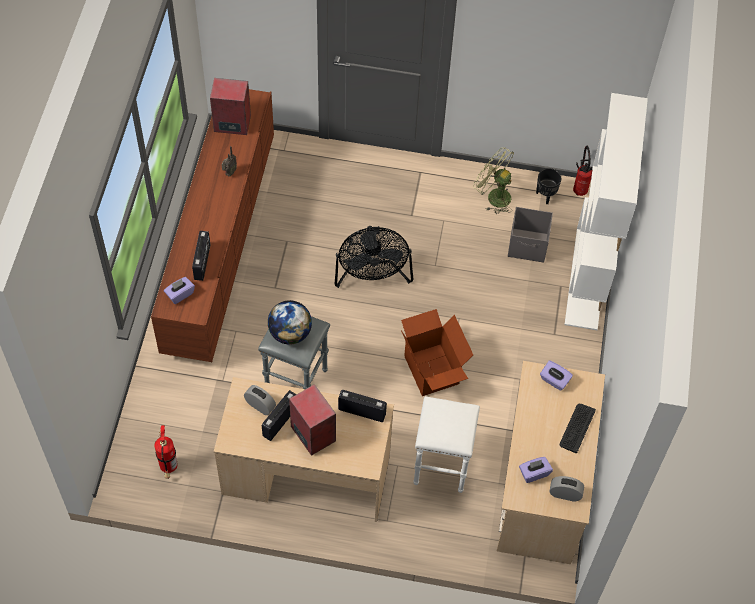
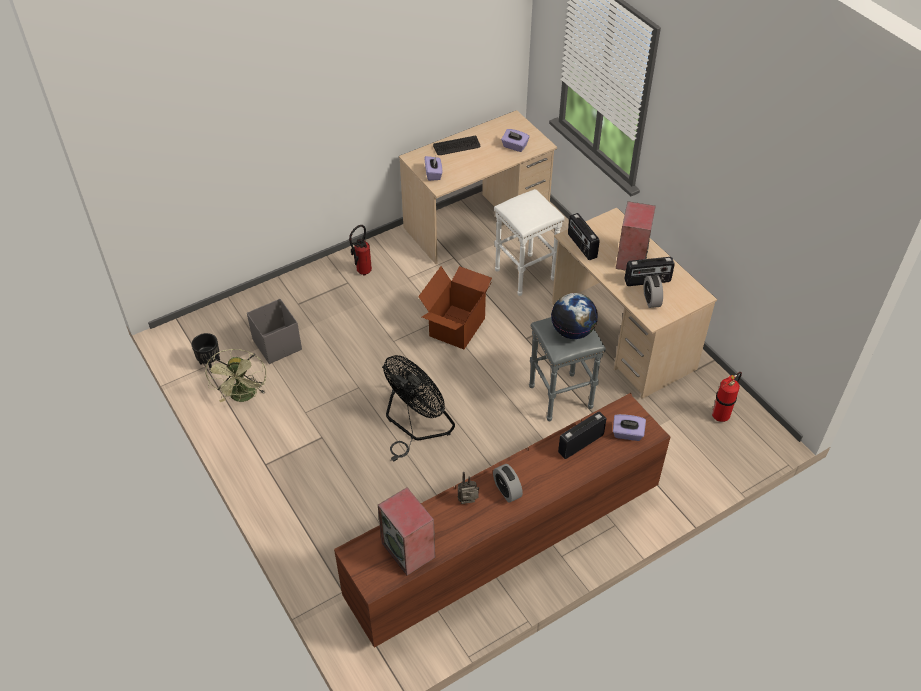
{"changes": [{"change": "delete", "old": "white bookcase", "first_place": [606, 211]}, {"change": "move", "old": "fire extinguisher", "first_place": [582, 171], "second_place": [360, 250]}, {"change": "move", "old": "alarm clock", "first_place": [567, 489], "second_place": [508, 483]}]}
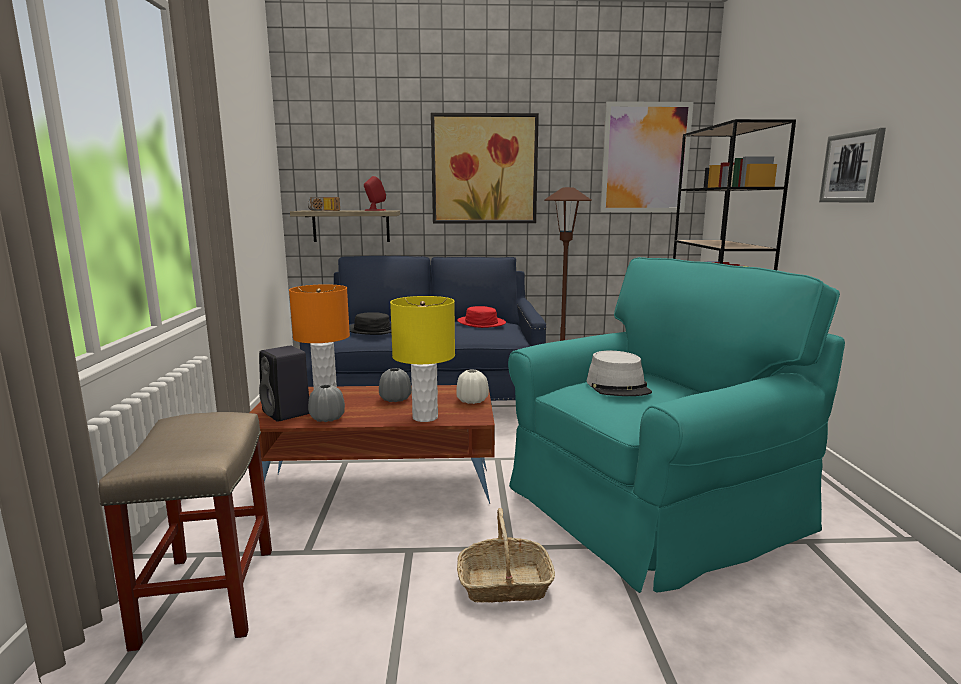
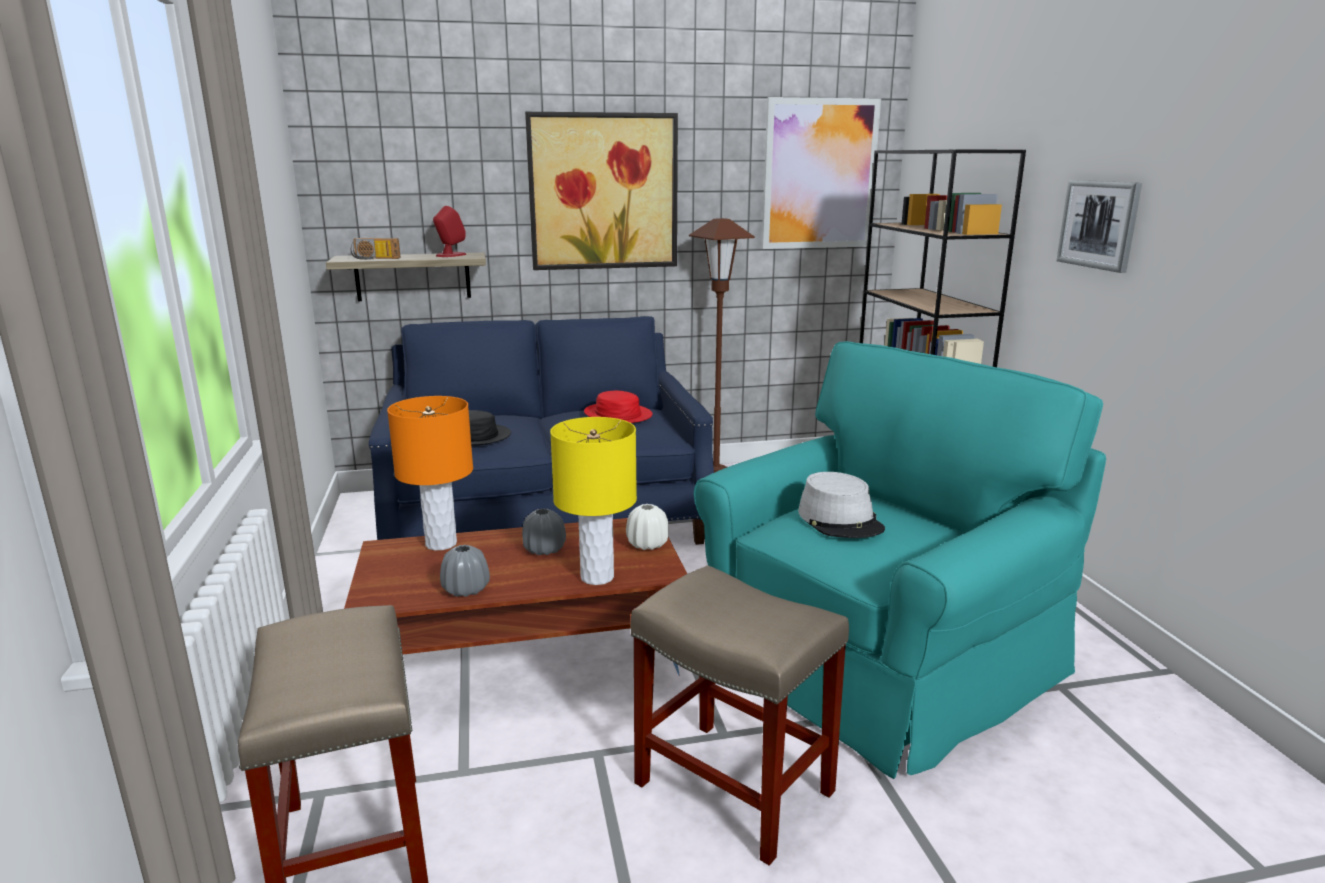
{"changes": [{"change": "delete", "old": "black speaker", "first_place": [284, 384]}, {"change": "replace", "old": "basket", "new": "beige stool", "first_place": [506, 555], "second_place": [740, 715]}]}
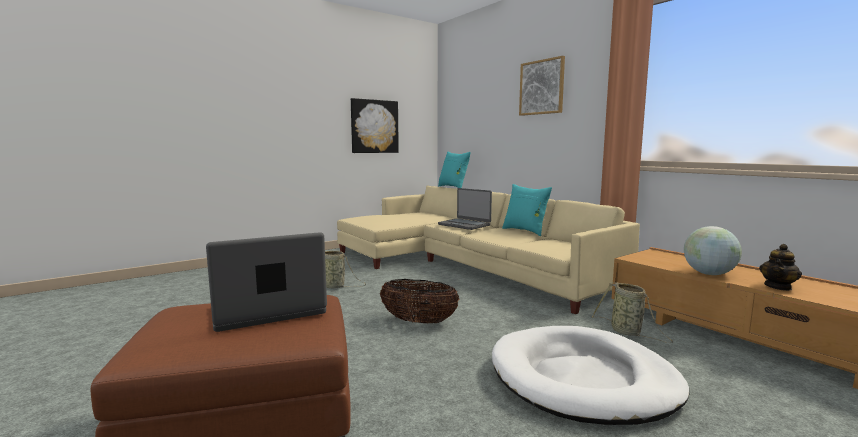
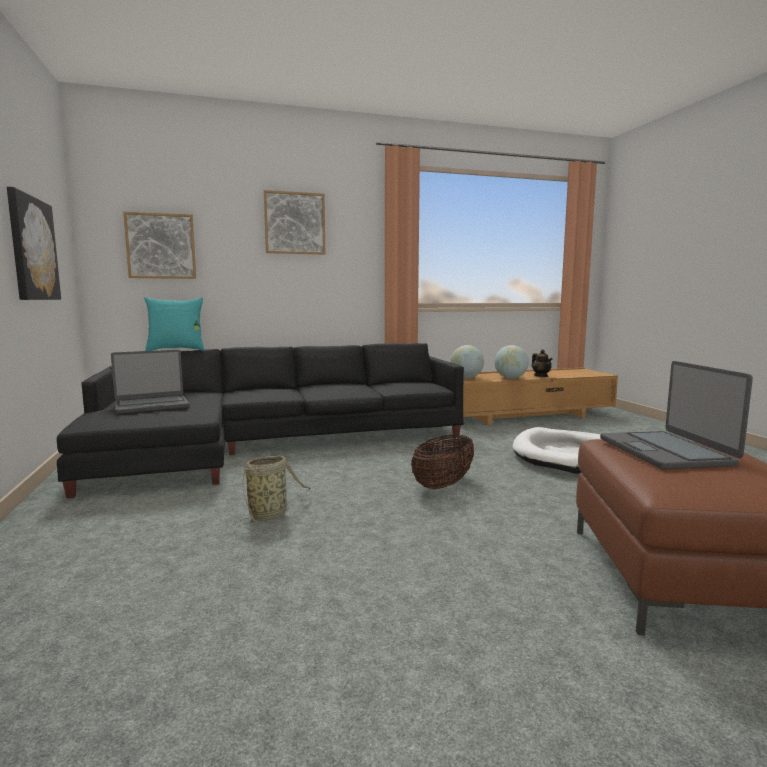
{"changes": [{"change": "delete", "old": "turquoise pillow", "first_place": [527, 210]}, {"change": "recolor", "old": "beige sofa", "new": "black sofa", "first_place": [488, 249], "second_place": [260, 420]}, {"change": "move", "old": "laptop", "first_place": [465, 209], "second_place": [150, 382]}, {"change": "delete", "old": "basket", "first_place": [632, 312]}, {"change": "insert", "new": "picture", "second_place": [159, 245]}, {"change": "insert", "new": "globe", "second_place": [467, 362]}]}
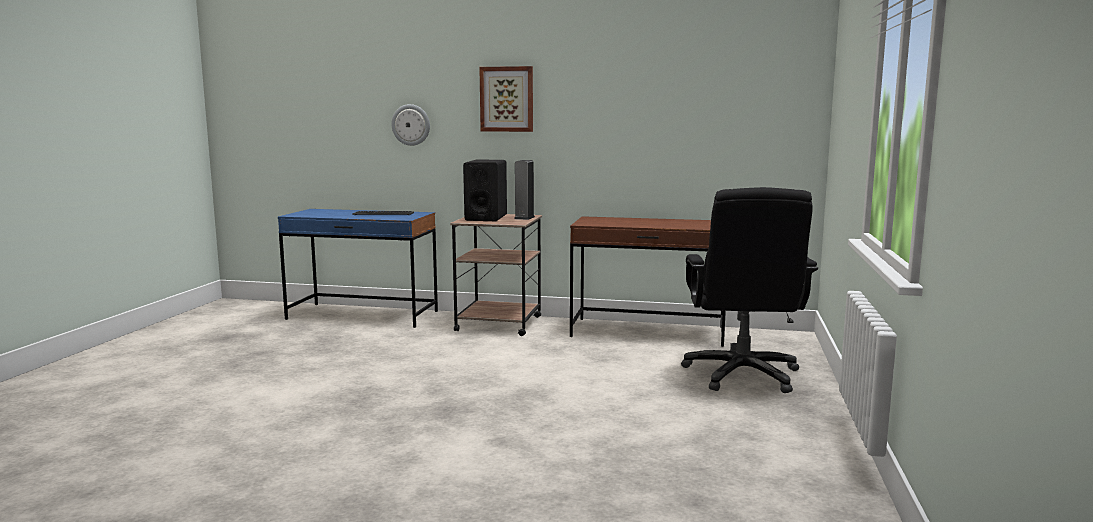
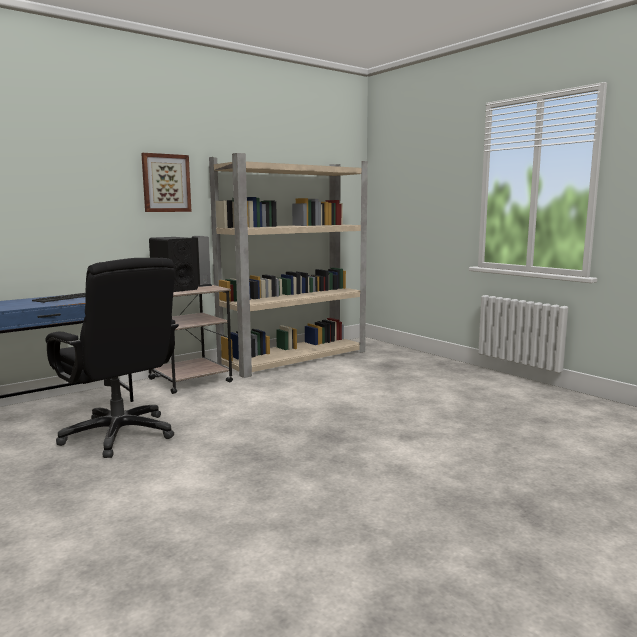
{"changes": [{"change": "delete", "old": "wall clock", "first_place": [410, 125]}, {"change": "move", "old": "black office chair", "first_place": [749, 290], "second_place": [112, 358]}, {"change": "replace", "old": "brown desk", "new": "beige bookcase", "first_place": [648, 281], "second_place": [288, 265]}]}
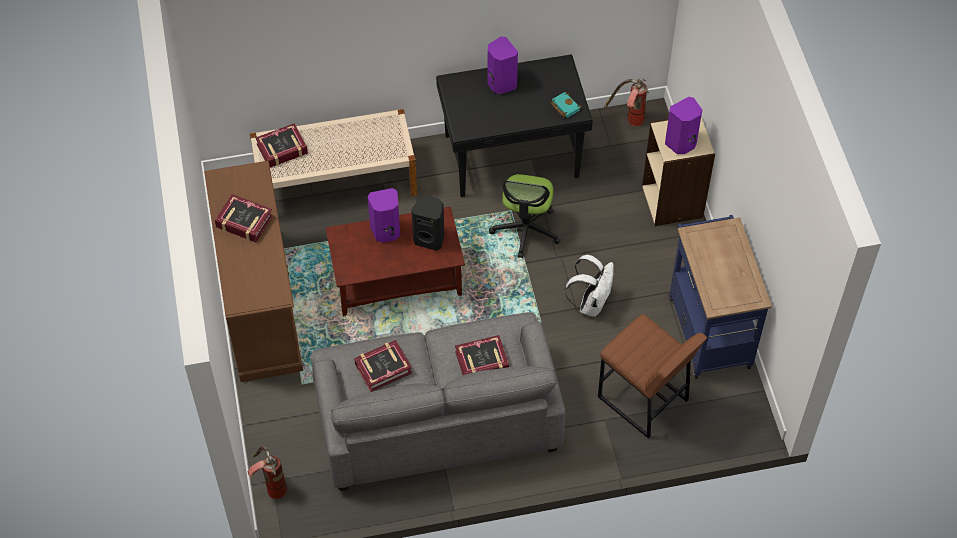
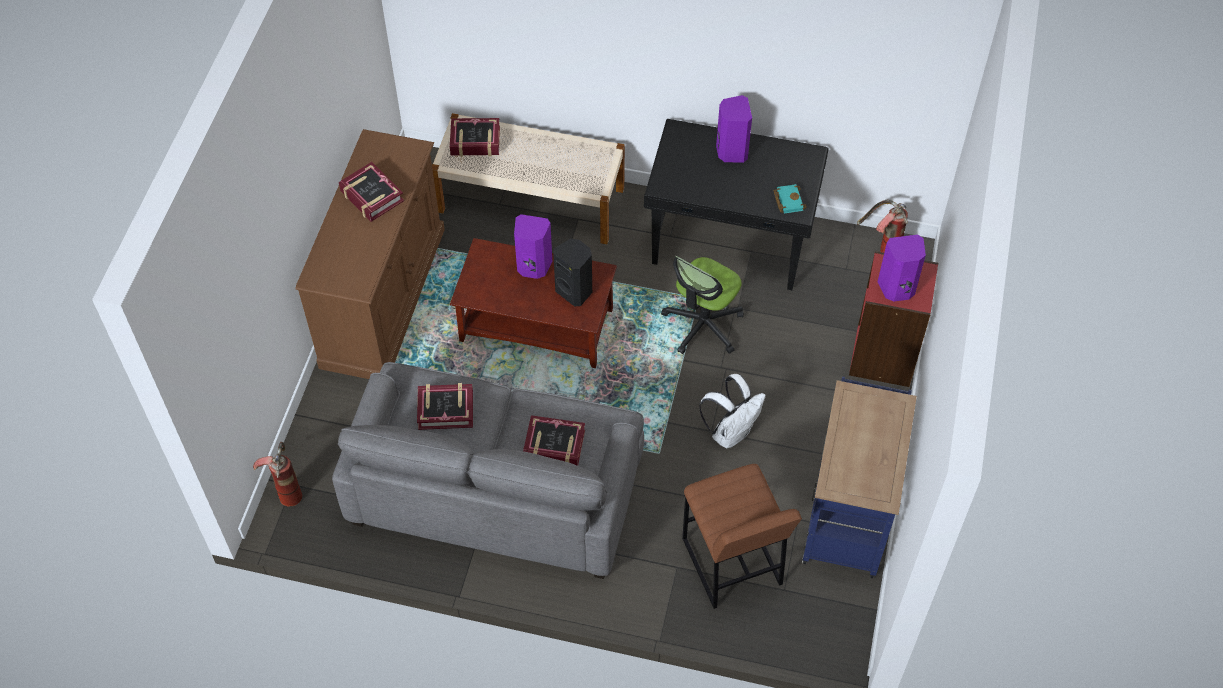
{"changes": [{"change": "recolor", "old": "beige bookcase", "new": "red bookcase", "first_place": [678, 171], "second_place": [893, 319]}]}
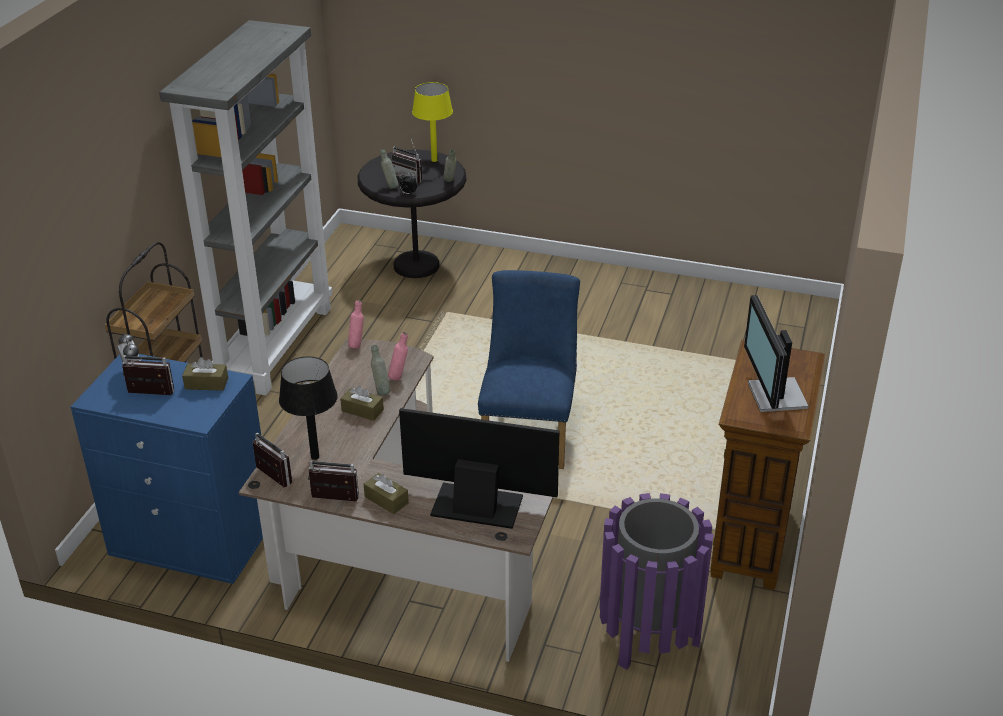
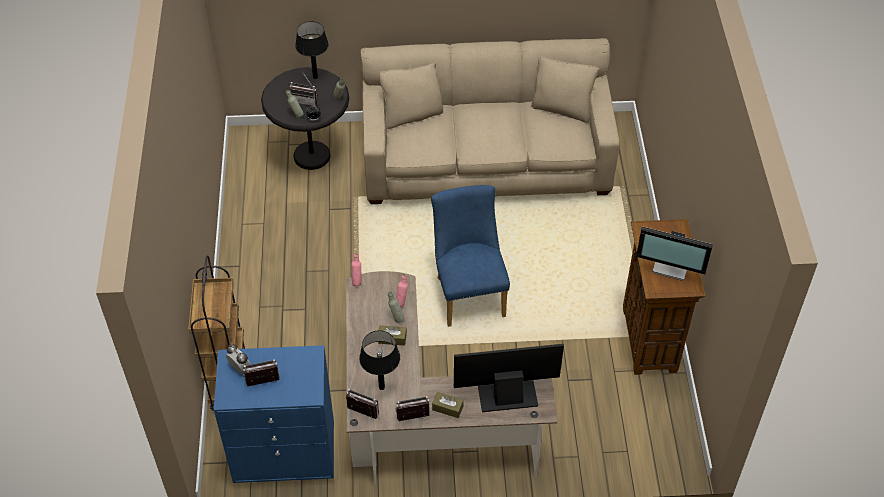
{"changes": [{"change": "delete", "old": "grey bookcase", "first_place": [246, 208]}, {"change": "recolor", "old": "yellow table lamp", "new": "black table lamp", "first_place": [432, 122], "second_place": [312, 50]}, {"change": "rotate", "old": "monitor", "first_place": [776, 353], "second_place": [674, 253], "degrees": -45}, {"change": "delete", "old": "brown tissue box", "first_place": [205, 374]}, {"change": "delete", "old": "purple trash can", "first_place": [656, 581]}, {"change": "insert", "new": "beige sofa", "second_place": [489, 121]}]}
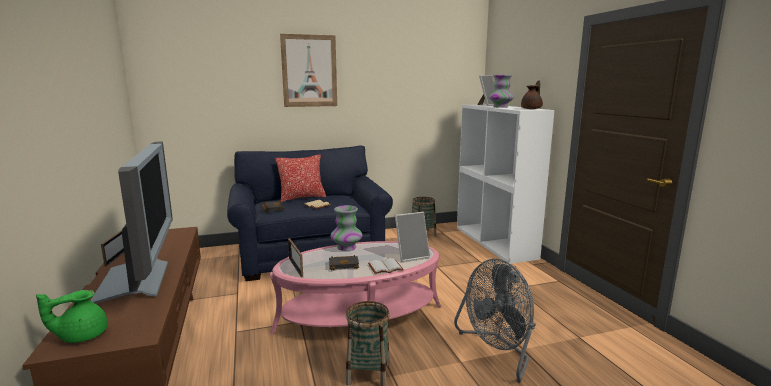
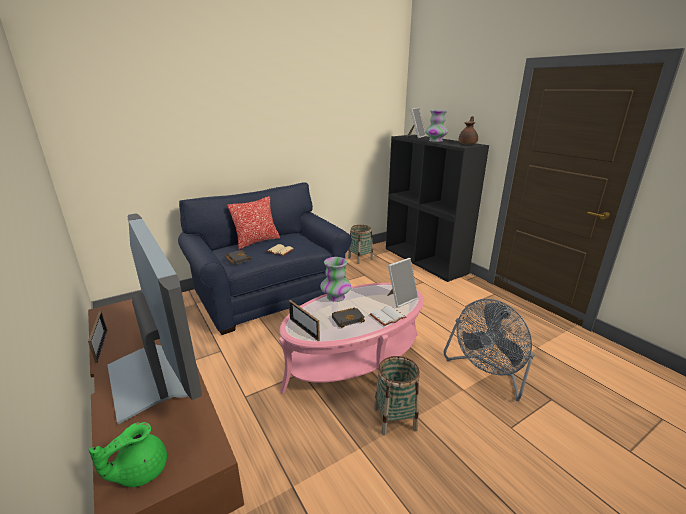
{"changes": [{"change": "delete", "old": "picture", "first_place": [308, 70]}, {"change": "recolor", "old": "white bookcase", "new": "black bookcase", "first_place": [505, 184], "second_place": [437, 208]}]}
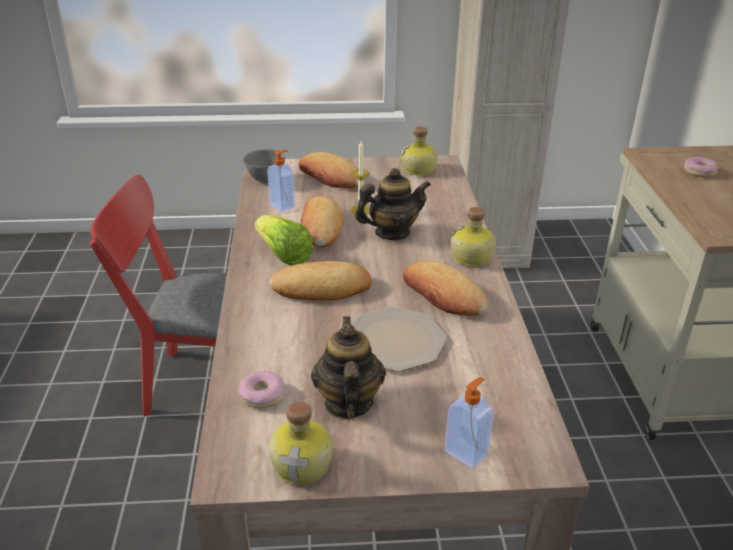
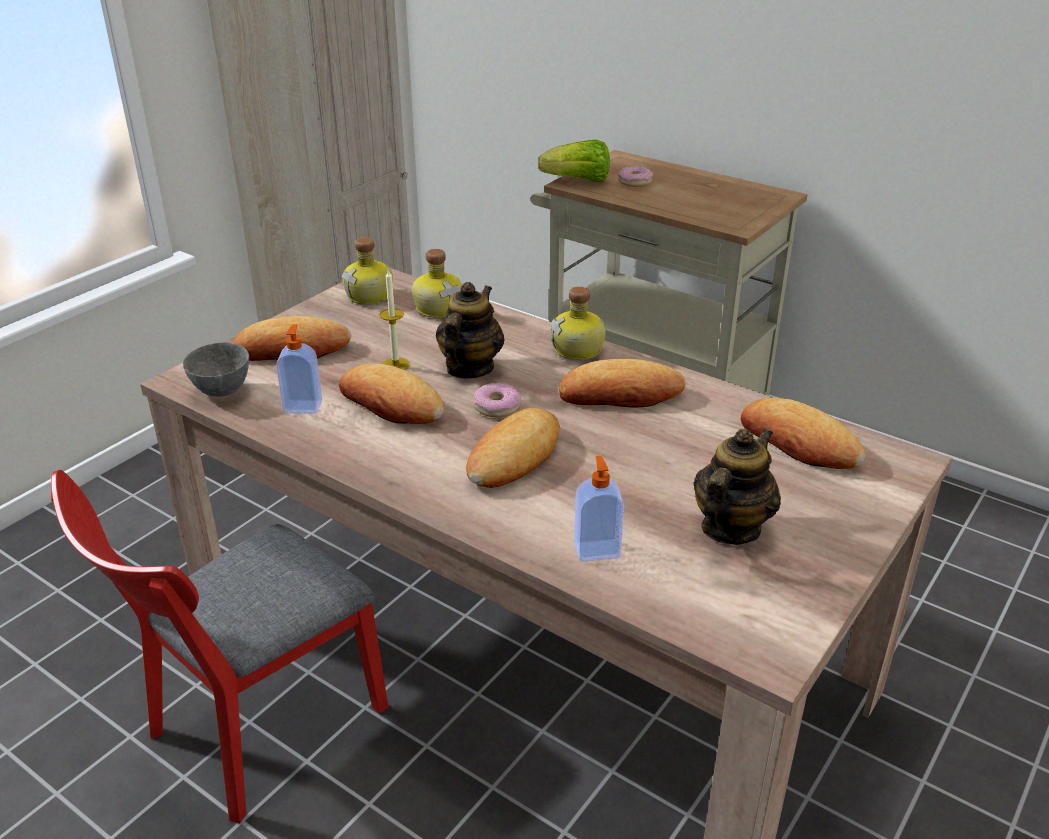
{"changes": [{"change": "move", "old": "lettuce", "first_place": [284, 240], "second_place": [574, 161]}, {"change": "delete", "old": "plate", "first_place": [399, 339]}, {"change": "rotate", "old": "teapot", "first_place": [348, 367], "second_place": [737, 486], "degrees": 90}, {"change": "move", "old": "donut", "first_place": [262, 389], "second_place": [497, 400]}, {"change": "move", "old": "soap dispenser", "first_place": [469, 423], "second_place": [599, 509]}, {"change": "move", "old": "bottle", "first_place": [300, 443], "second_place": [437, 283]}, {"change": "insert", "new": "bread", "second_place": [803, 433]}]}
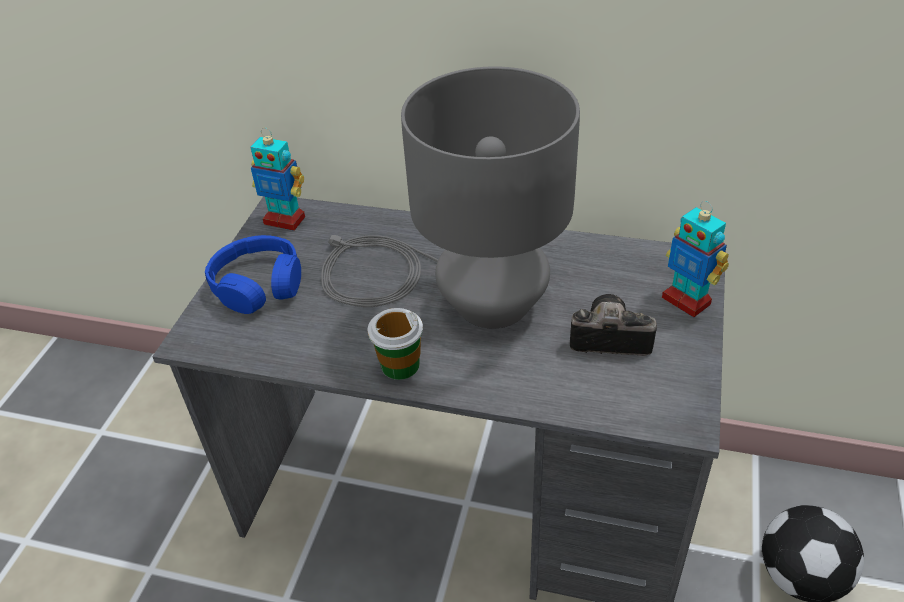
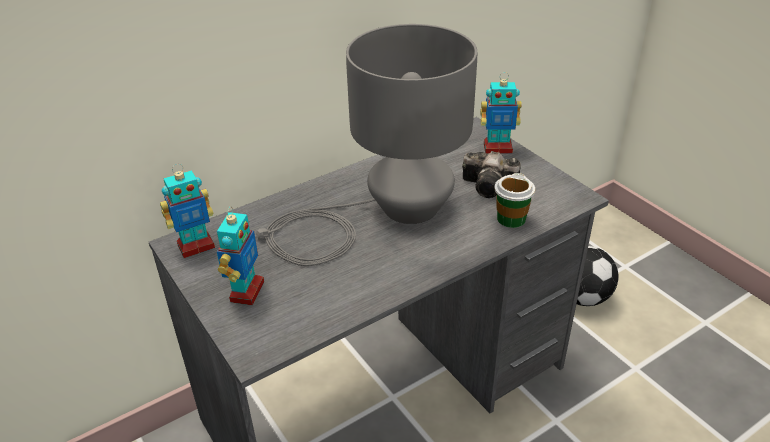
{"changes": [{"change": "replace", "old": "blue headphones", "new": "toy robot", "first_place": [253, 274], "second_place": [240, 255]}, {"change": "rotate", "old": "photo camera", "first_place": [613, 325], "second_place": [491, 174], "degrees": -120}, {"change": "move", "old": "cup", "first_place": [395, 344], "second_place": [514, 200]}]}
